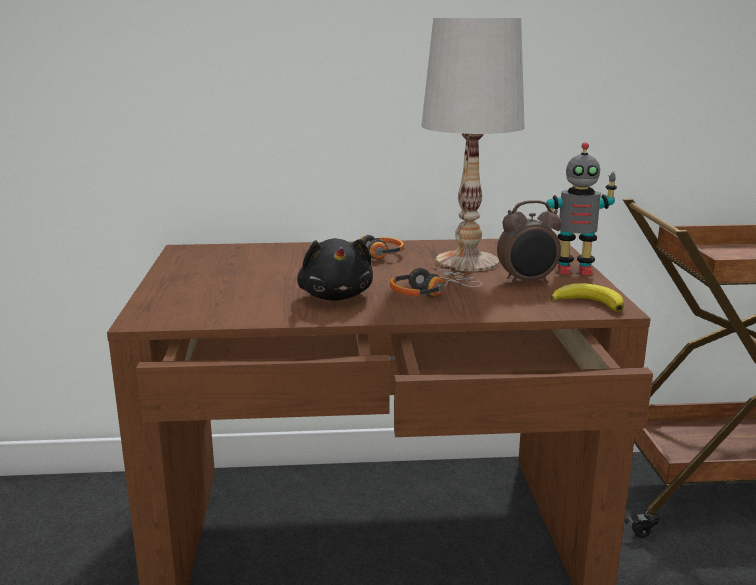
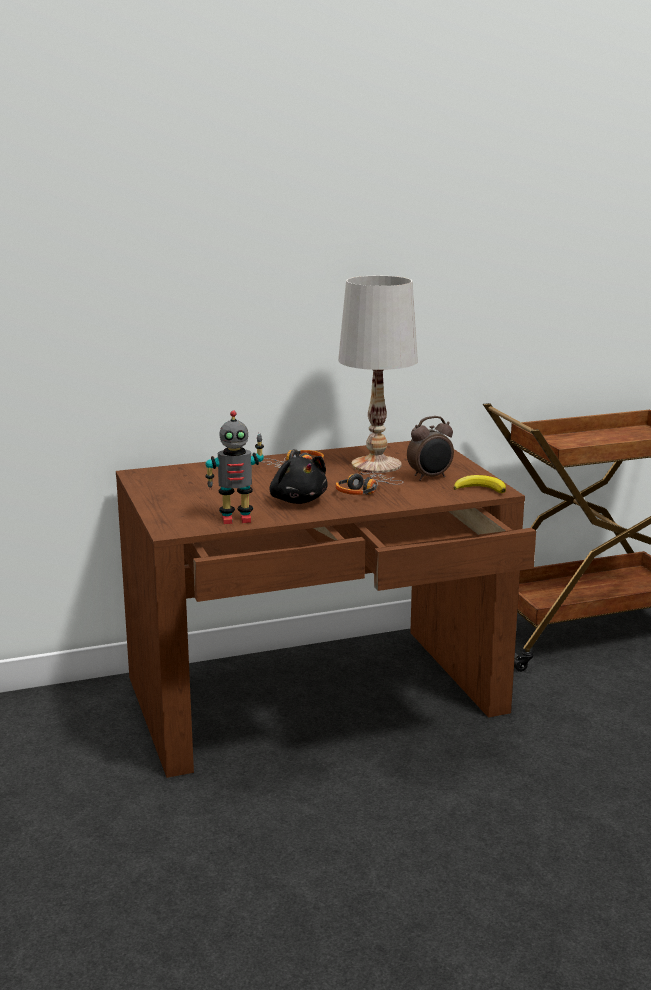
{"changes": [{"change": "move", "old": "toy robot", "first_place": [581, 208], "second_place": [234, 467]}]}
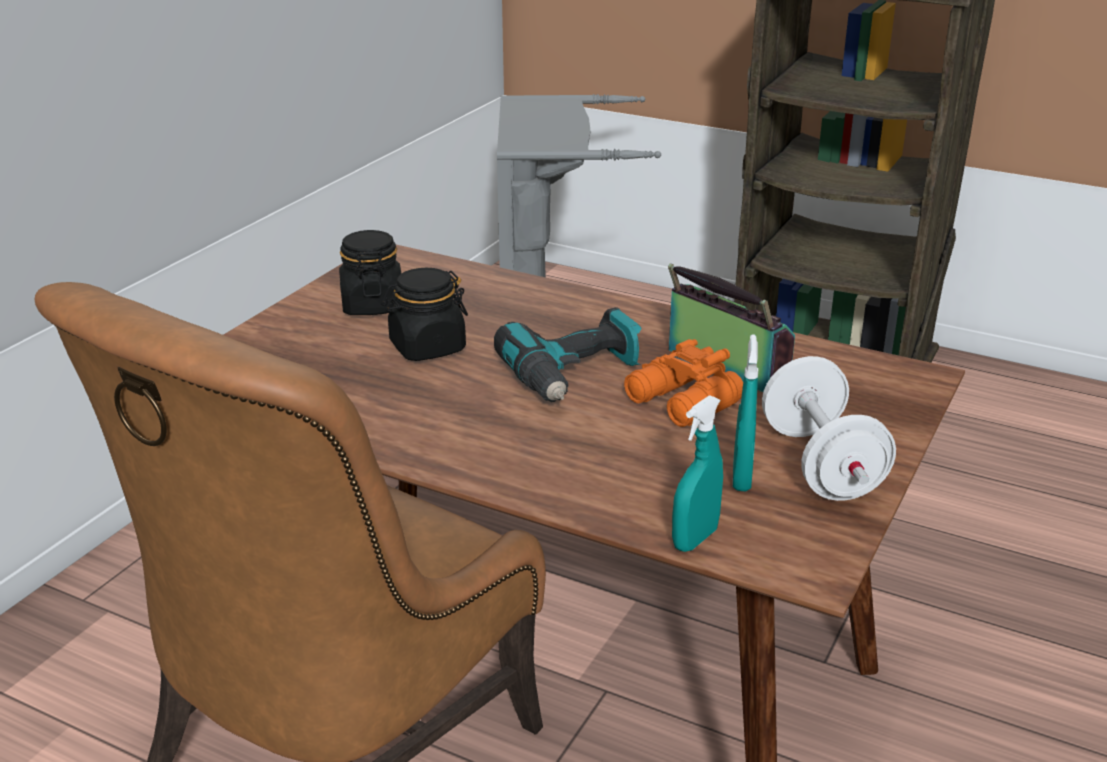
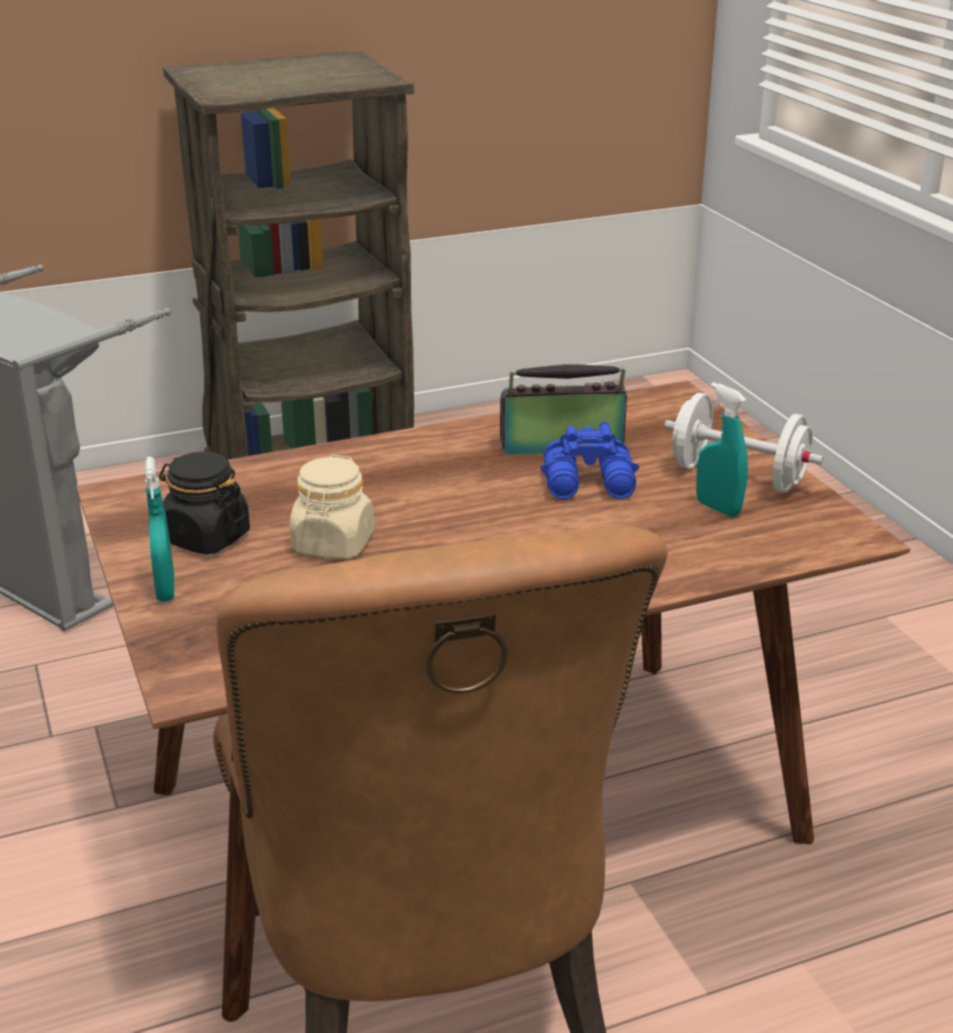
{"changes": [{"change": "recolor", "old": "black jar", "new": "beige jar", "first_place": [424, 314], "second_place": [332, 507]}, {"change": "delete", "old": "power drill", "first_place": [568, 354]}, {"change": "recolor", "old": "orange binoculars", "new": "blue binoculars", "first_place": [683, 383], "second_place": [589, 460]}, {"change": "move", "old": "turquoise spray bottle", "first_place": [697, 473], "second_place": [160, 529]}]}
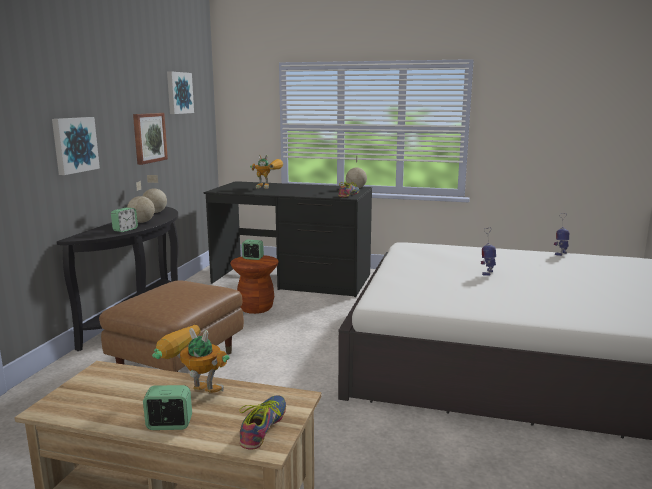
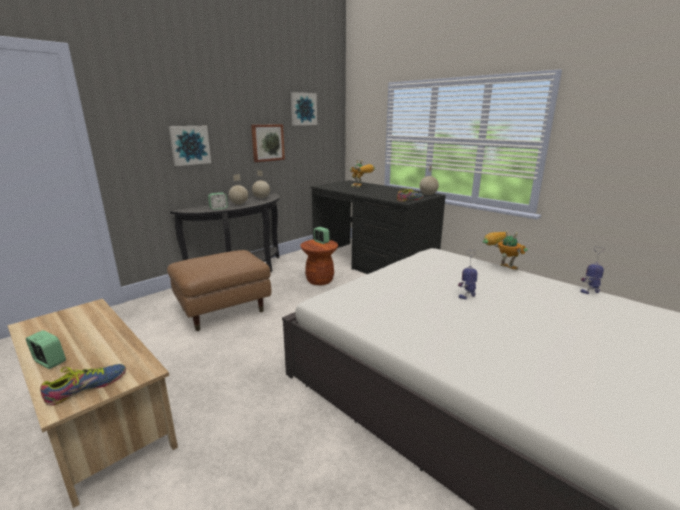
{"changes": [{"change": "move", "old": "toy robot", "first_place": [191, 359], "second_place": [505, 250]}]}
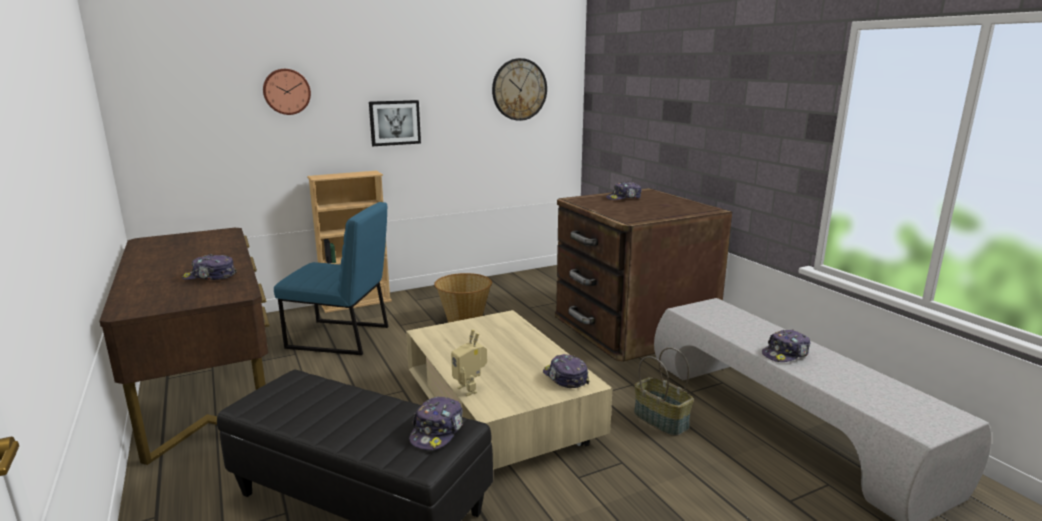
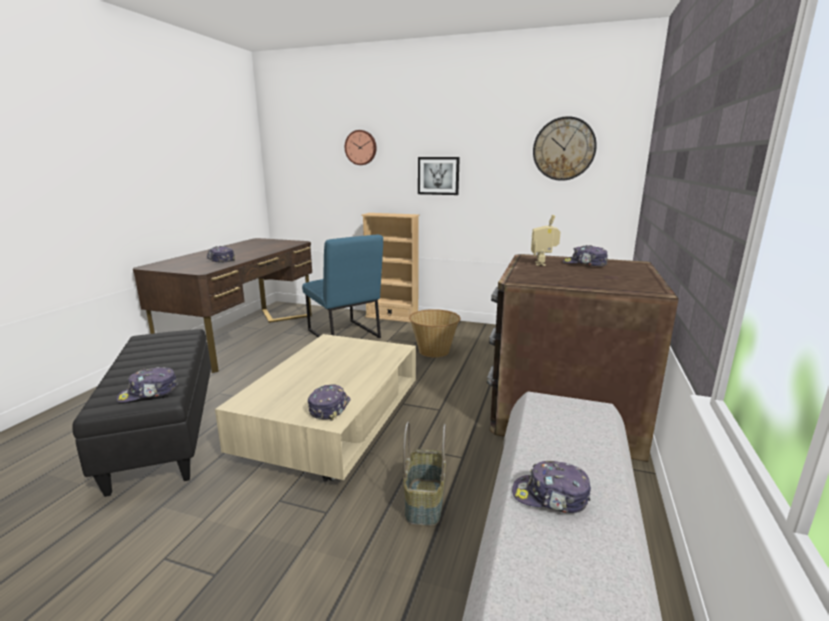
{"changes": [{"change": "move", "old": "toy robot", "first_place": [469, 362], "second_place": [546, 240]}]}
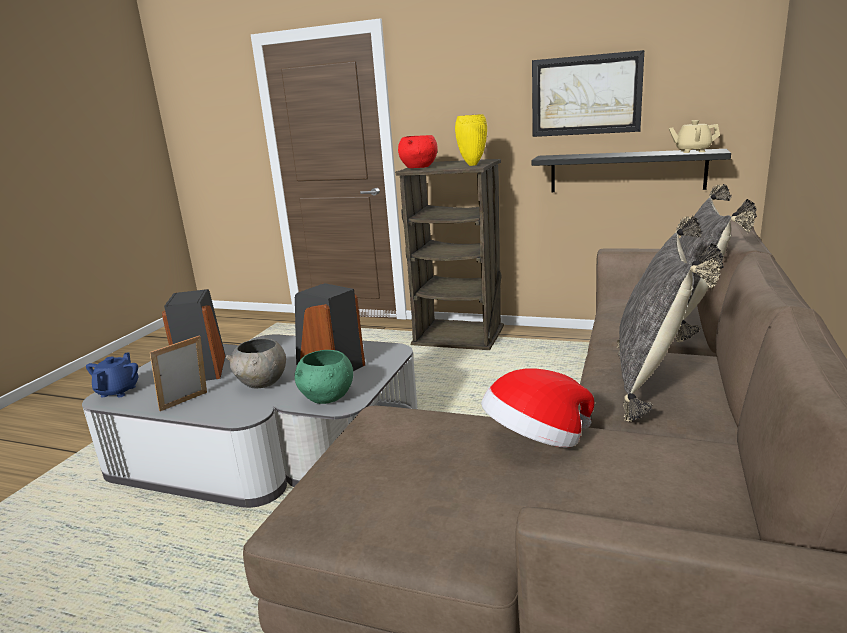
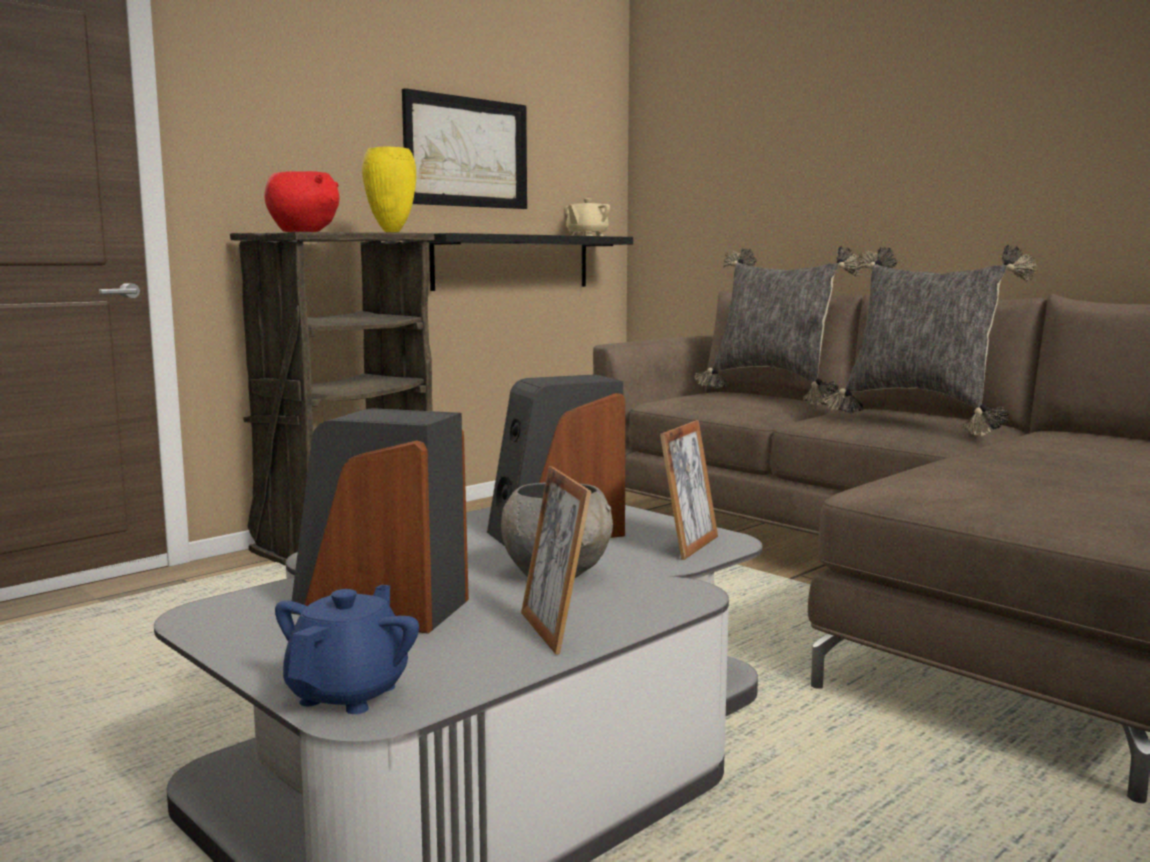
{"changes": [{"change": "replace", "old": "green bowl", "new": "picture frame", "first_place": [324, 377], "second_place": [689, 490]}, {"change": "rotate", "old": "blue teapot", "first_place": [112, 375], "second_place": [347, 649], "degrees": 75}, {"change": "delete", "old": "hat", "first_place": [537, 408]}]}
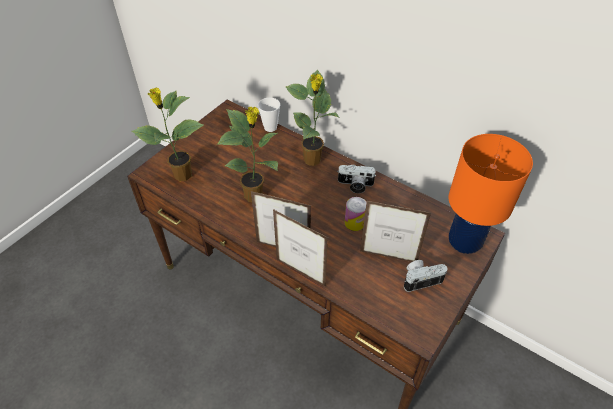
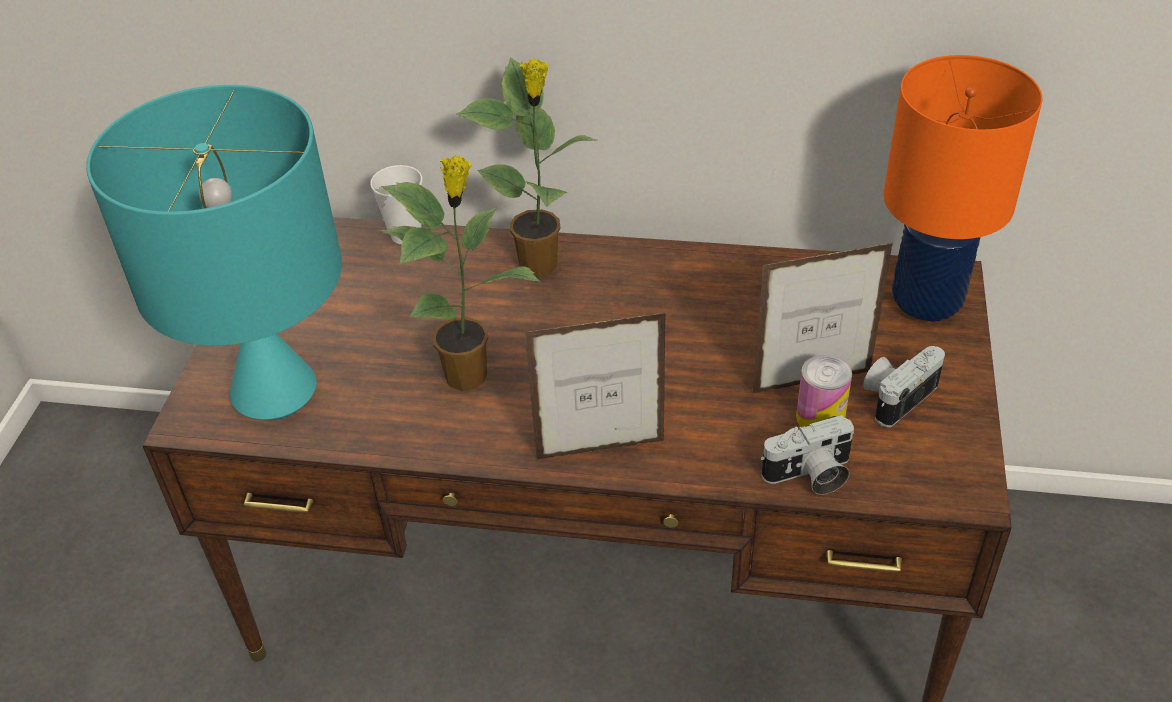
{"changes": [{"change": "replace", "old": "potted plant", "new": "turquoise table lamp", "first_place": [167, 134], "second_place": [214, 252]}, {"change": "move", "old": "photo camera", "first_place": [357, 179], "second_place": [807, 455]}, {"change": "move", "old": "can", "first_place": [356, 214], "second_place": [824, 391]}, {"change": "delete", "old": "picture frame", "first_place": [300, 248]}]}
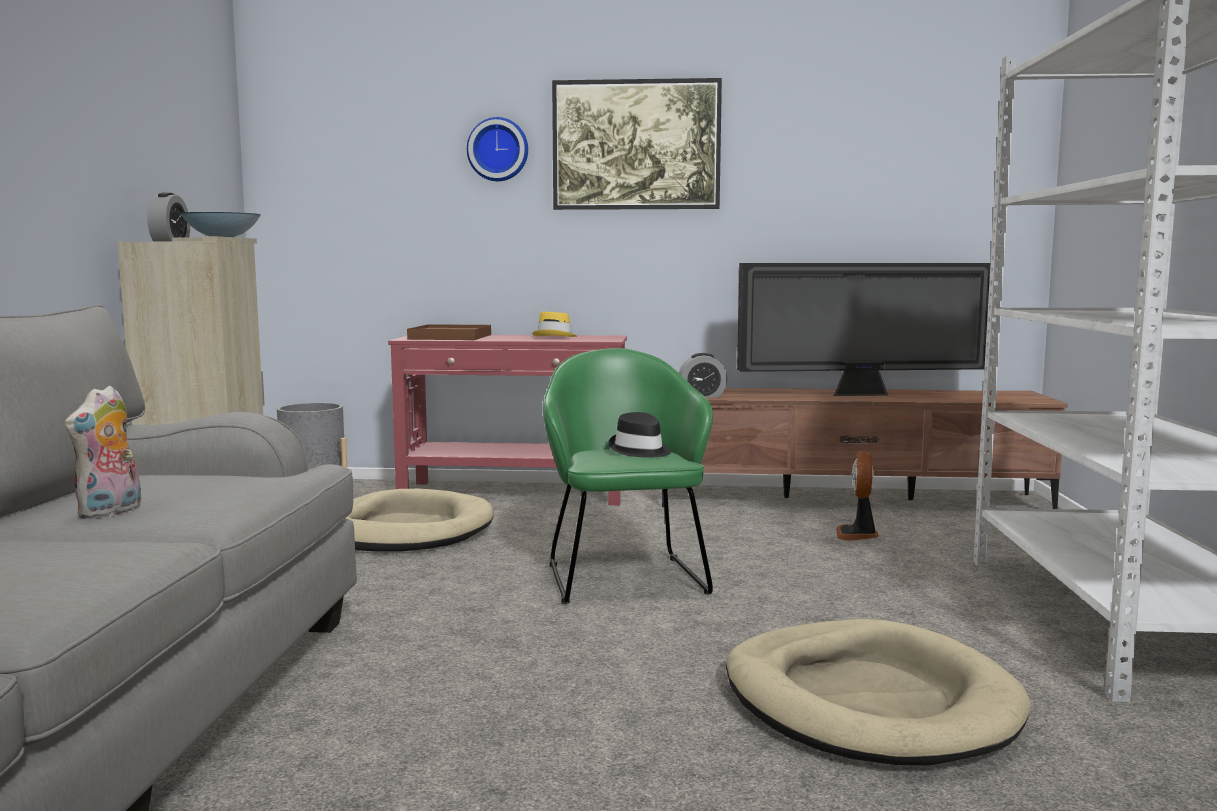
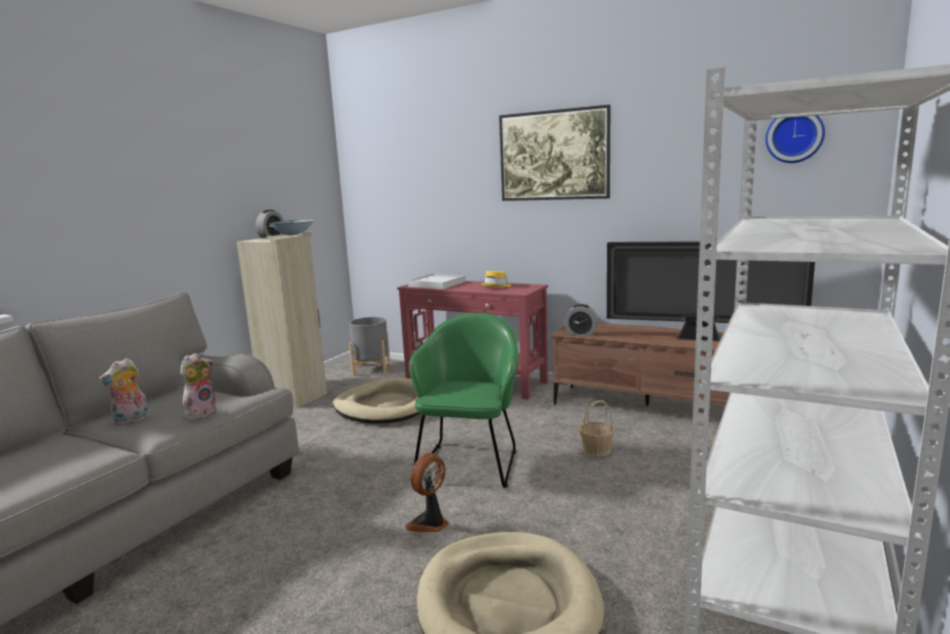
{"changes": [{"change": "move", "old": "wall clock", "first_place": [497, 149], "second_place": [795, 139]}, {"change": "recolor", "old": "brown tray", "new": "white tray", "first_place": [449, 332], "second_place": [437, 281]}, {"change": "delete", "old": "black hat", "first_place": [639, 434]}, {"change": "move", "old": "fan", "first_place": [857, 496], "second_place": [427, 492]}, {"change": "insert", "new": "plush toy", "second_place": [199, 387]}, {"change": "insert", "new": "basket", "second_place": [597, 428]}]}
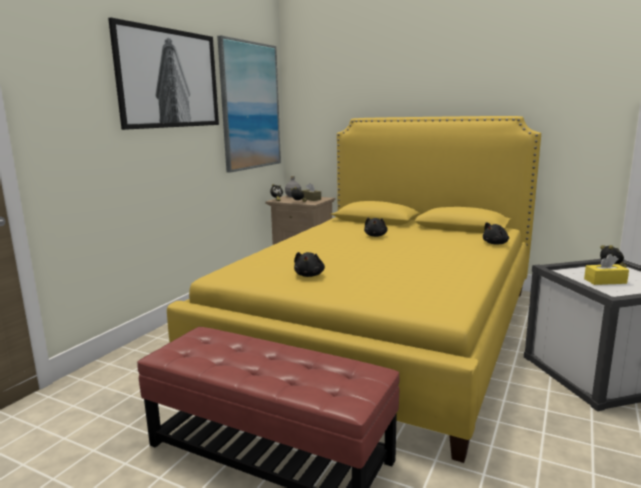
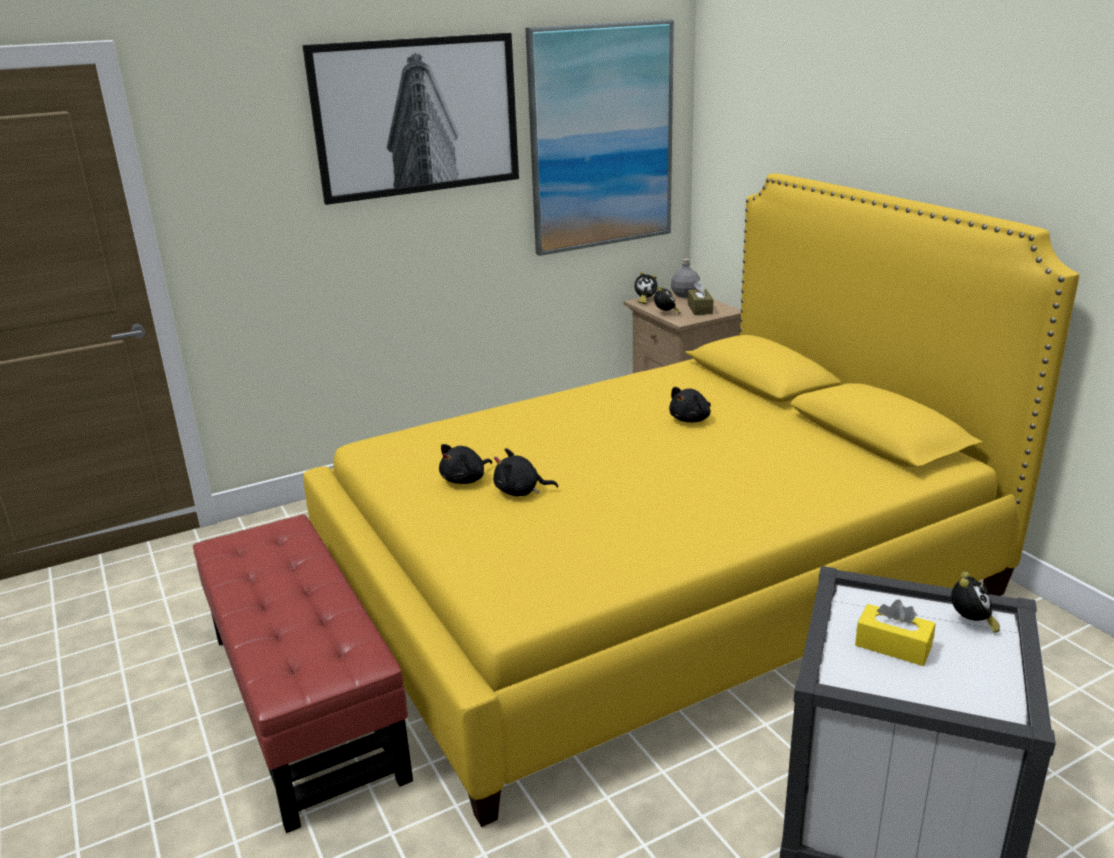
{"changes": [{"change": "move", "old": "black plush toy", "first_place": [496, 233], "second_place": [525, 472]}]}
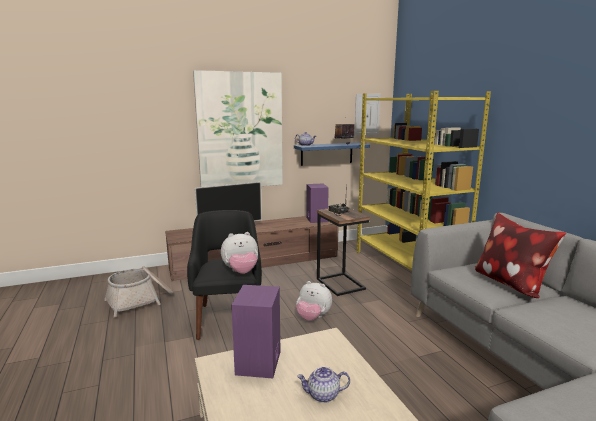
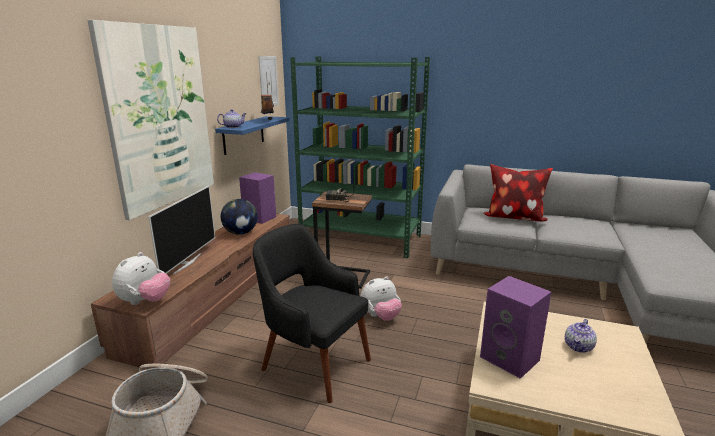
{"changes": [{"change": "recolor", "old": "yellow bookcase", "new": "green bookcase", "first_place": [424, 181], "second_place": [360, 157]}, {"change": "move", "old": "plush toy", "first_place": [239, 253], "second_place": [141, 278]}, {"change": "insert", "new": "globe", "second_place": [239, 217]}]}
